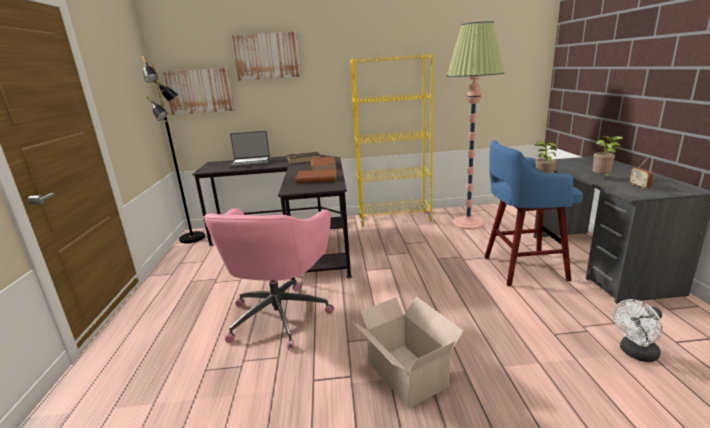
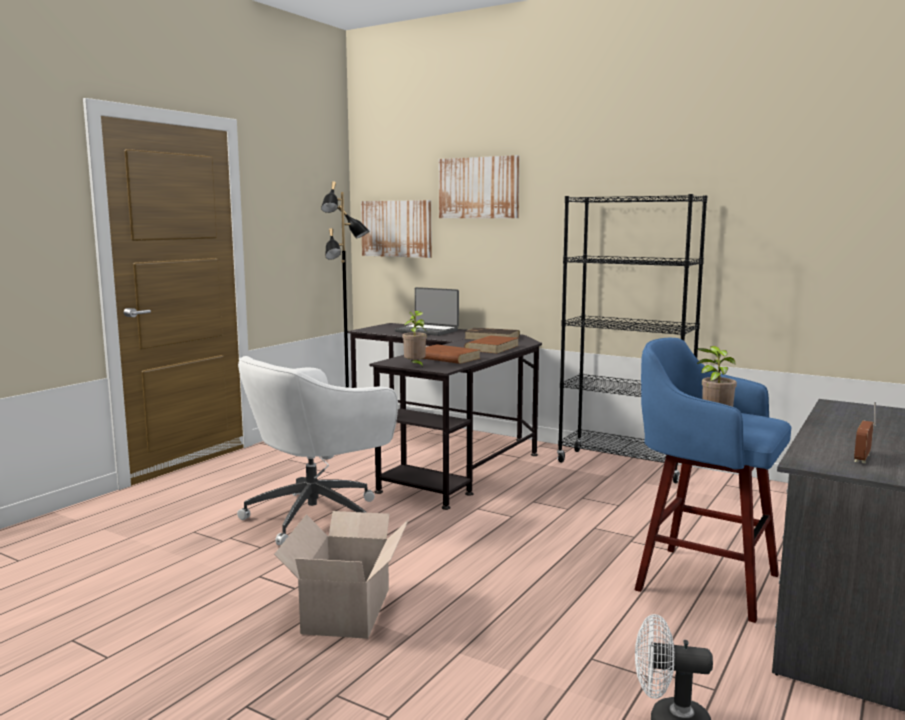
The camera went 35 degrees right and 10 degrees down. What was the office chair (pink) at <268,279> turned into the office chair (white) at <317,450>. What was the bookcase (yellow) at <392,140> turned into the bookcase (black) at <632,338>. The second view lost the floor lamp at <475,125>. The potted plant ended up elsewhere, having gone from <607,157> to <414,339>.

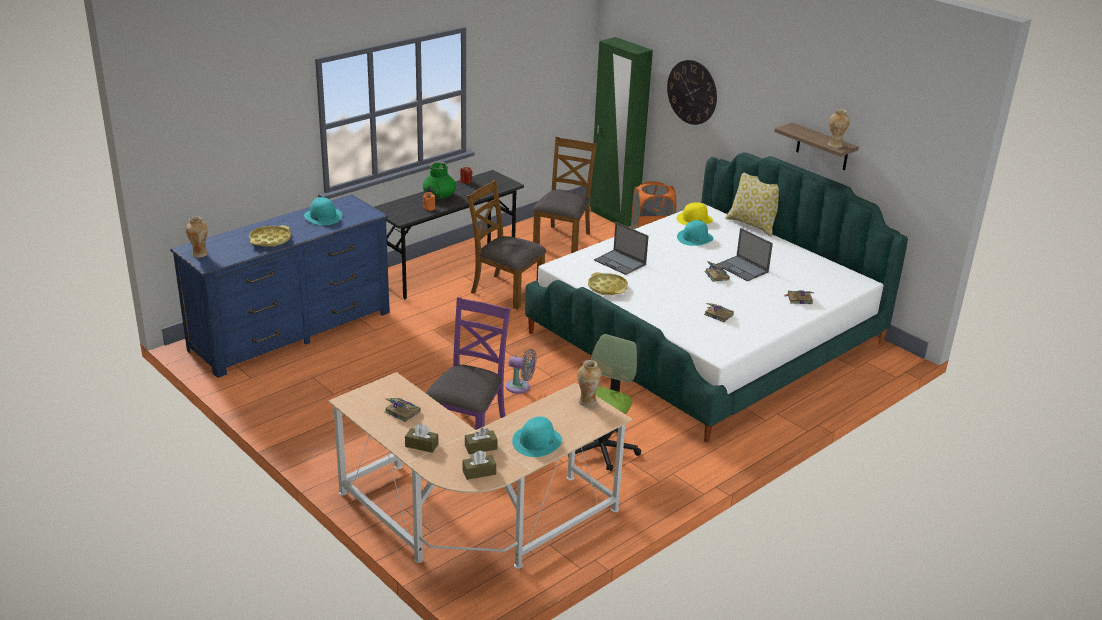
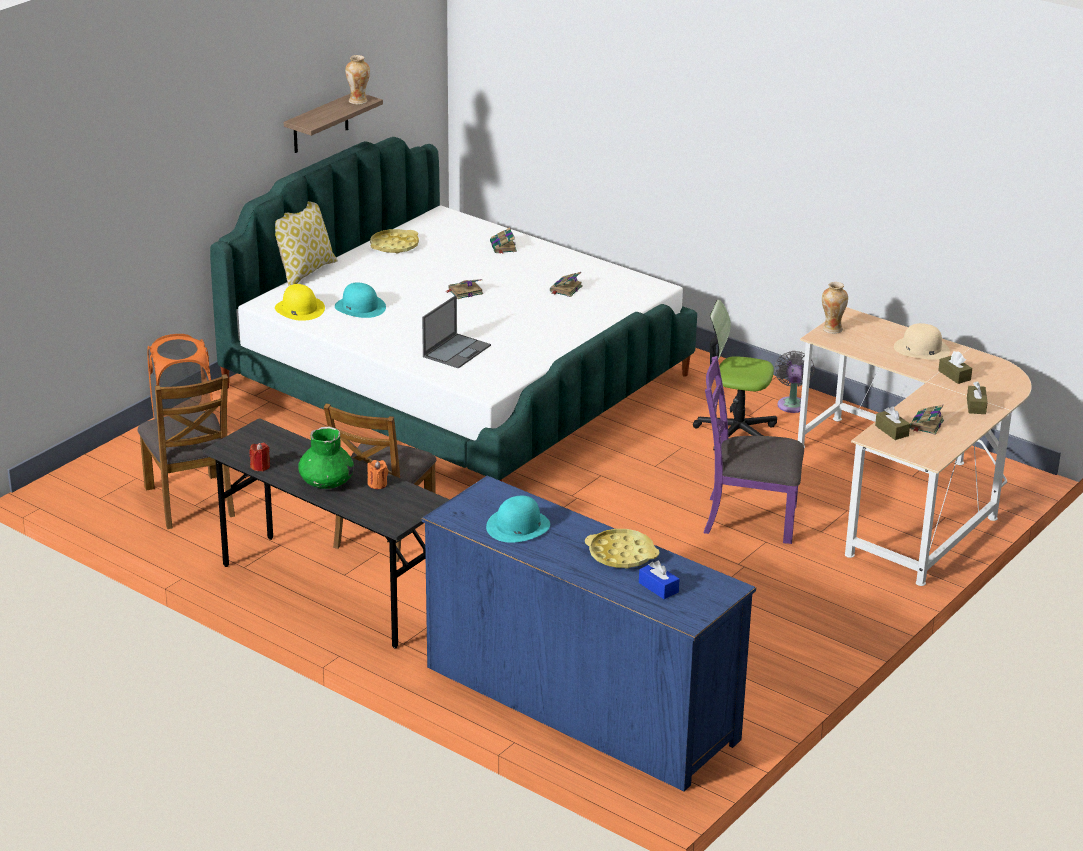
The camera went 100 degrees left and 0 degrees up. The second view lost the vase at <197,237>. The tissue box (brown) ended up elsewhere, having gone from <479,465> to <892,423>. The fan (grey) ended up elsewhere, having gone from <521,371> to <794,382>. What was the hat (turquoise) at <537,436> turned into the hat (beige) at <922,341>. The chair (brown) at <565,195> ended up facing another way, 120 degrees counterclockwise from before. The tray (yellow) ended up elsewhere, having gone from <608,283> to <394,241>. The second view lost the wardrobe (green) at <621,132>. The second view lost the wall clock at <692,92>. The second view lost the laptop at <745,254>. The second view gained the tissue box (blue) at <659,580>.

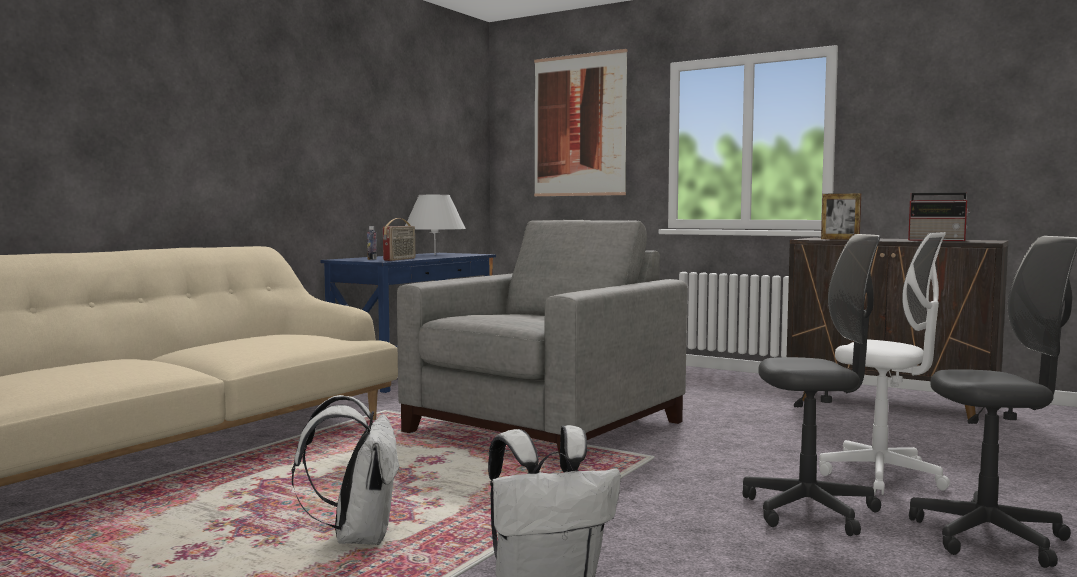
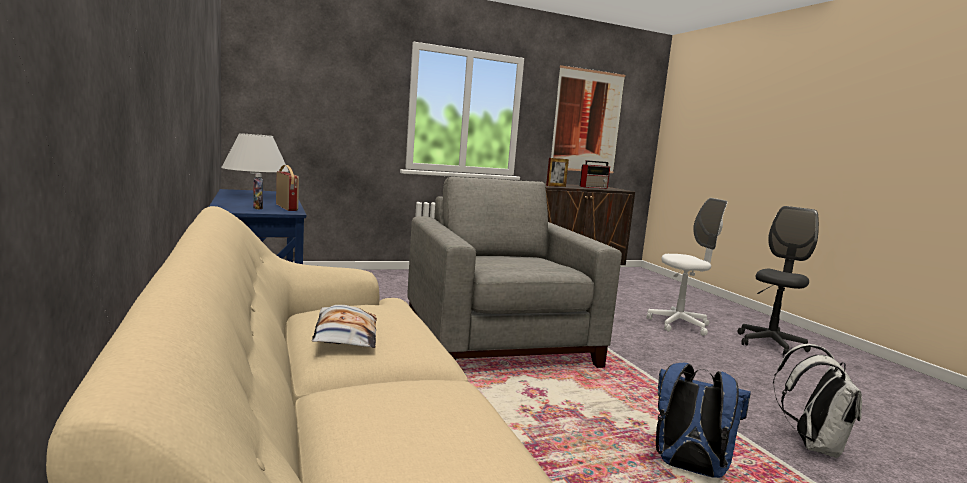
The camera went 55 degrees left and 5 degrees up. What was the backpack (white) at <346,470> turned into the backpack (blue) at <703,420>. The picture ended up elsewhere, having gone from <580,122> to <588,119>. The second view lost the office chair (grey) at <811,385>. The second view gained the pillow at <344,326>.

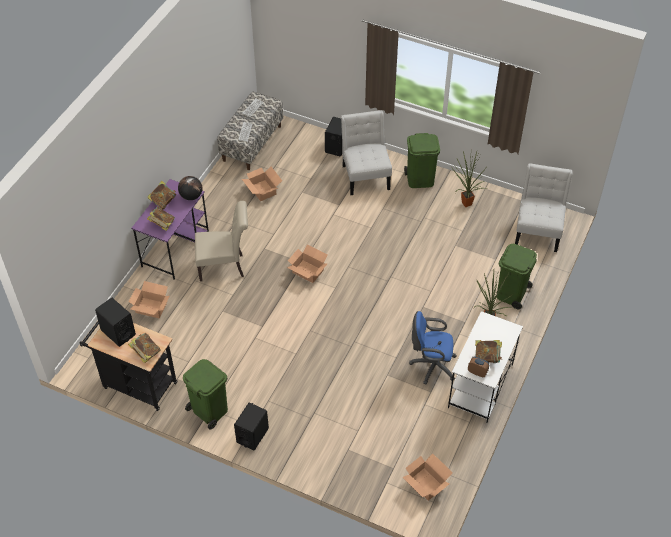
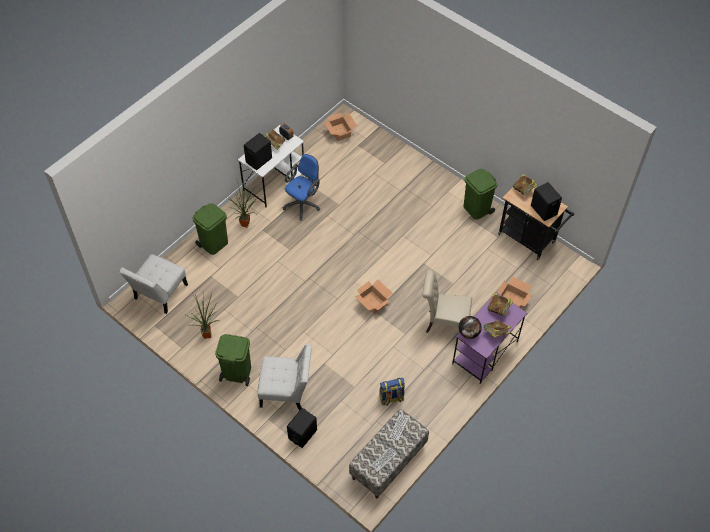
The camera went 165 degrees left and 5 degrees up. The speaker (black) ended up elsewhere, having gone from <251,426> to <258,151>. Where the cardboard box stood at <262,184>, the backpack came to stand at <392,392>. The chair (white) at <366,152> ended up facing another way, 90 degrees counterclockwise from before. The office chair (blue) at <433,347> ended up facing another way, 75 degrees counterclockwise from before.

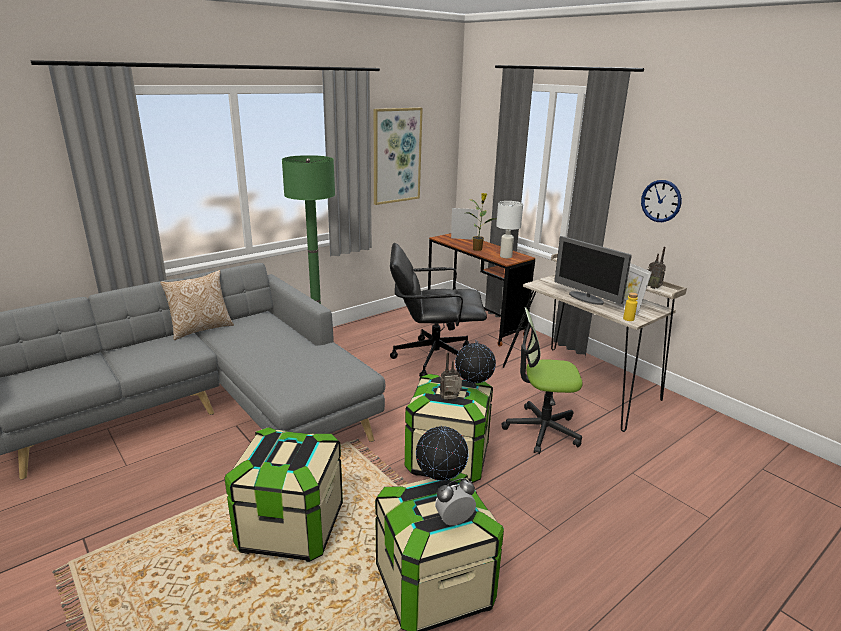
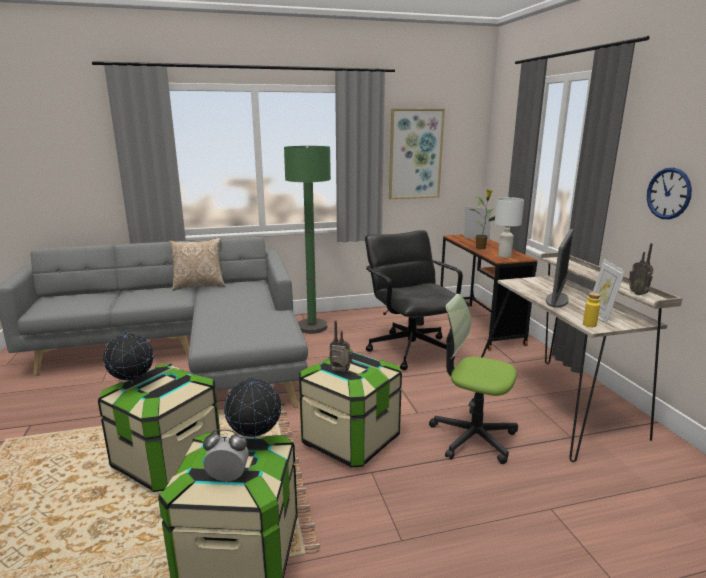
The camera went 25 degrees right and 5 degrees down. The office chair (black) at <438,310> ended up facing another way, 45 degrees clockwise from before. The globe ended up elsewhere, having gone from <475,363> to <128,357>. The monitor at <593,270> ended up facing another way, 135 degrees counterclockwise from before.

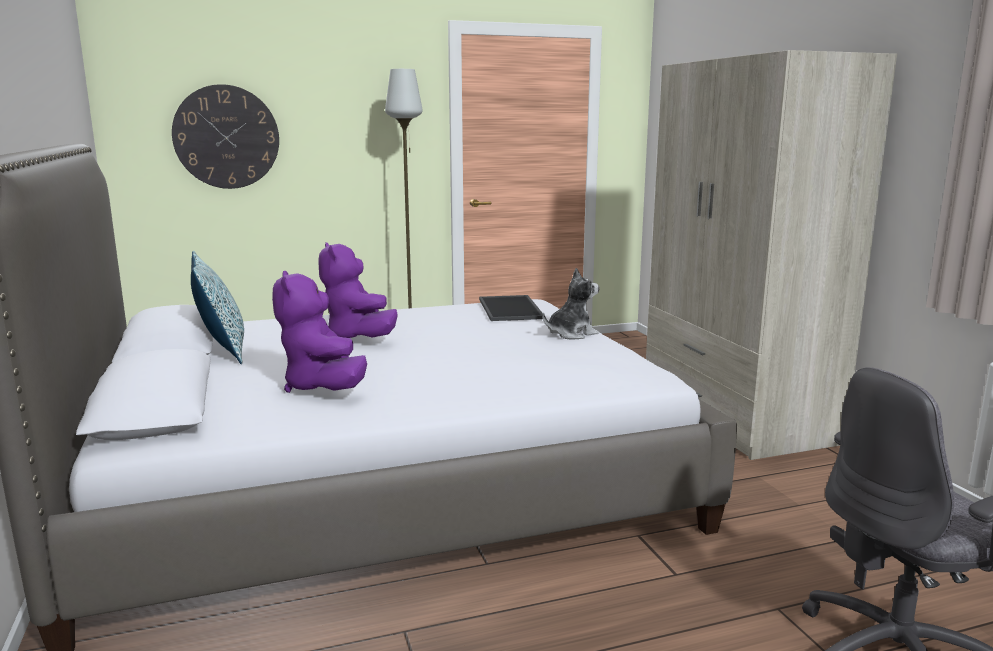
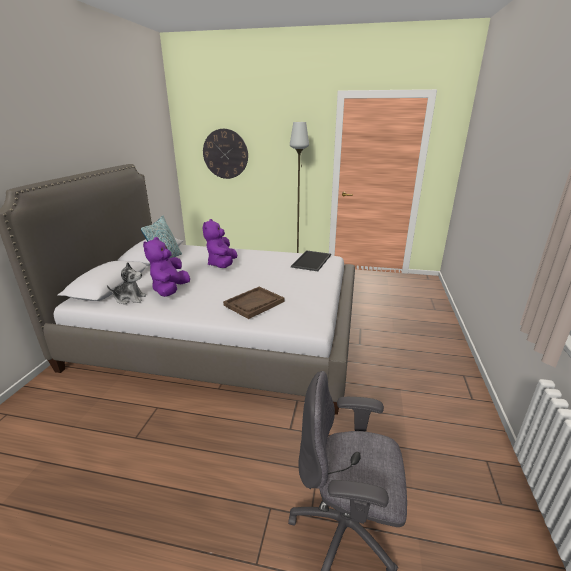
The camera went 30 degrees right and 10 degrees up. The plush toy ended up elsewhere, having gone from <571,304> to <126,283>. The second view lost the wardrobe (beige) at <771,255>. The second view gained the tray (brown) at <253,303>.

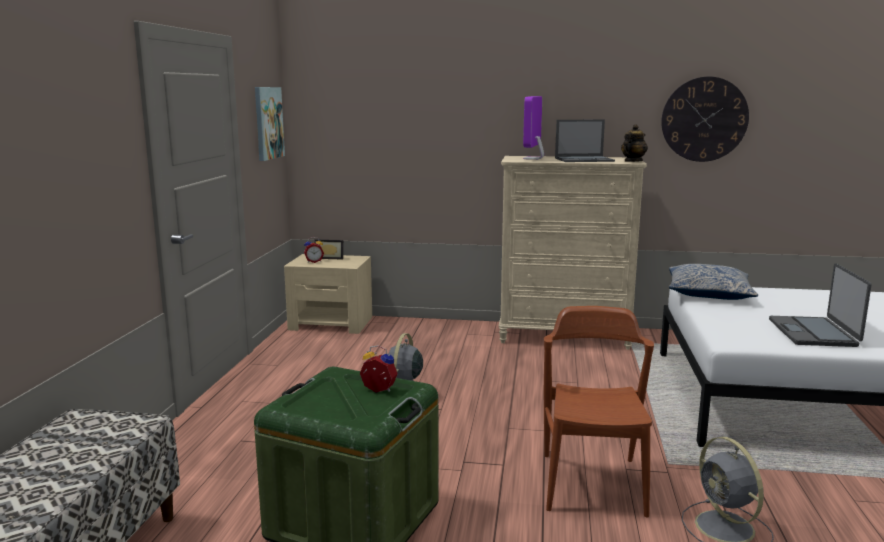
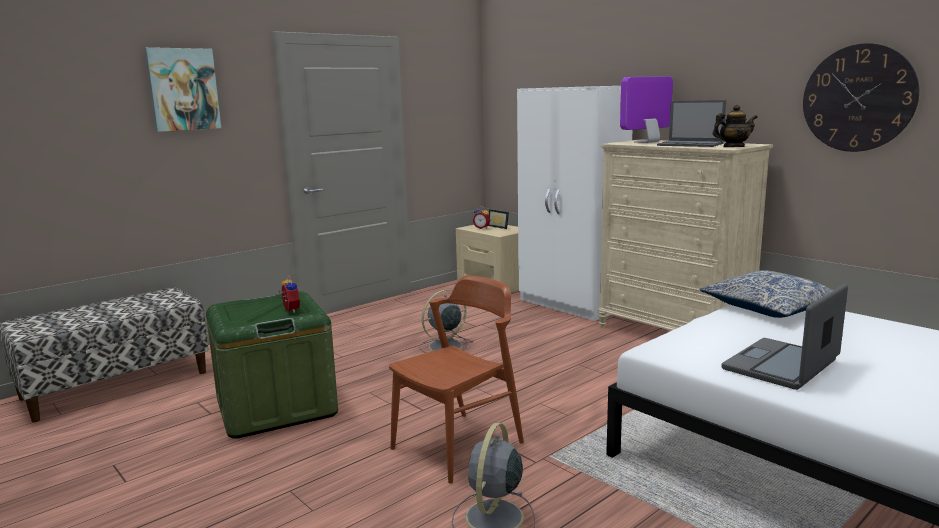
The camera went 40 degrees right and 0 degrees up. The picture ended up elsewhere, having gone from <270,124> to <183,89>. The second view gained the wardrobe (white) at <574,203>.

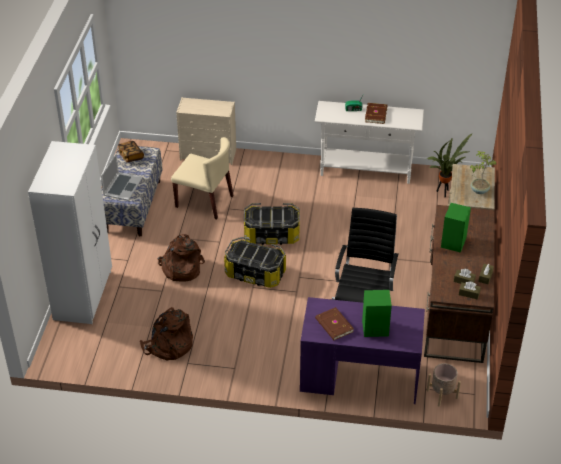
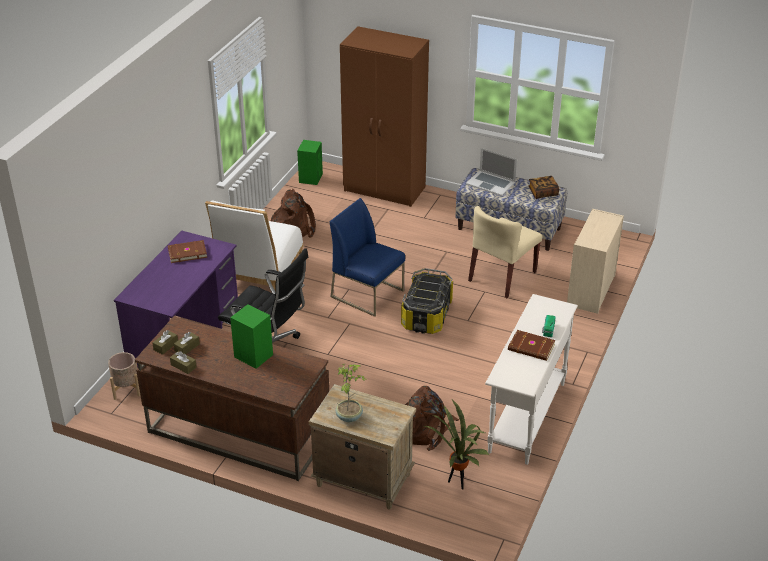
The camera went 105 degrees right and 5 degrees down. What was the wardrobe (white) at <70,232> turned into the wardrobe (brown) at <384,116>. The backpack (brown) ended up elsewhere, having gone from <181,257> to <432,418>. Where the storage box stood at <255,262>, the chair (blue) came to stand at <367,257>. The speaker (green) ended up elsewhere, having gone from <377,313> to <310,162>. The second view gained the chair (white) at <254,245>.

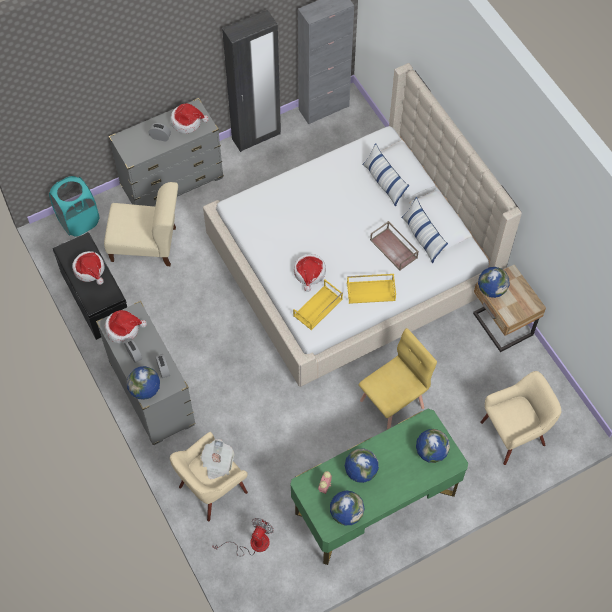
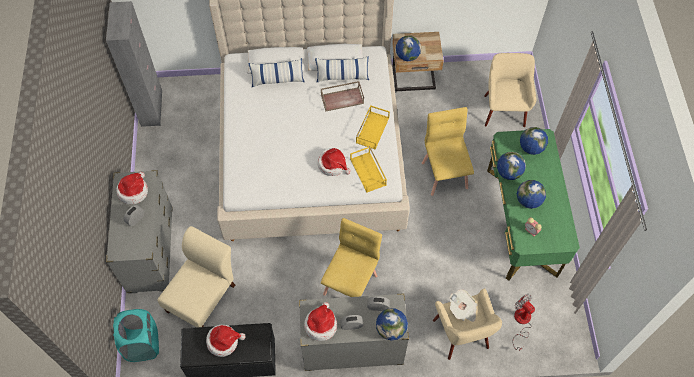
The camera went 65 degrees left and 0 degrees up. The second view lost the wardrobe (black) at <251,81>. The globe ended up elsewhere, having gone from <347,508> to <511,166>. The second view gained the chair (yellow) at <351,257>.

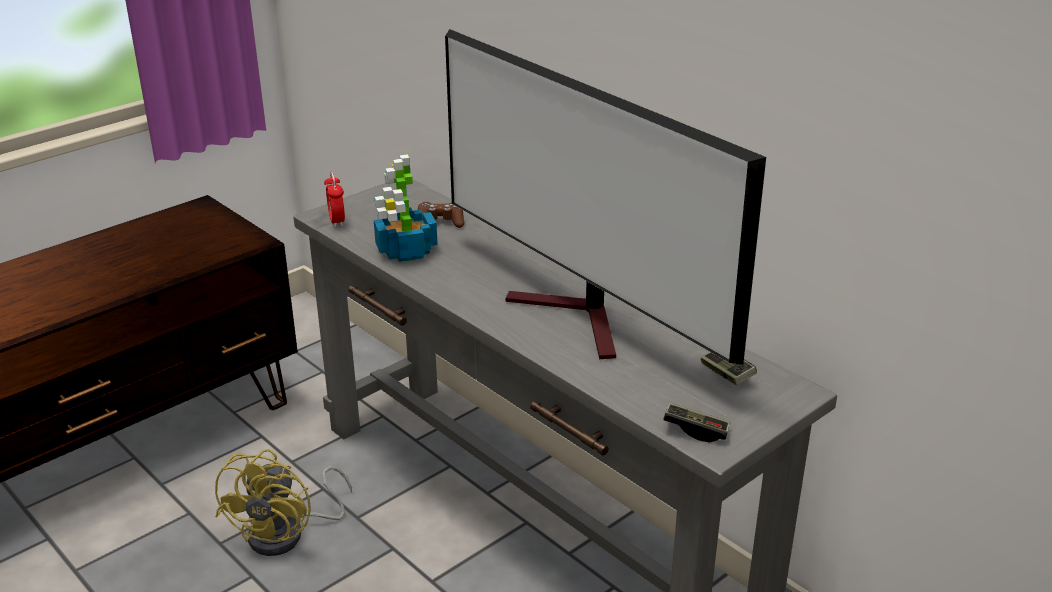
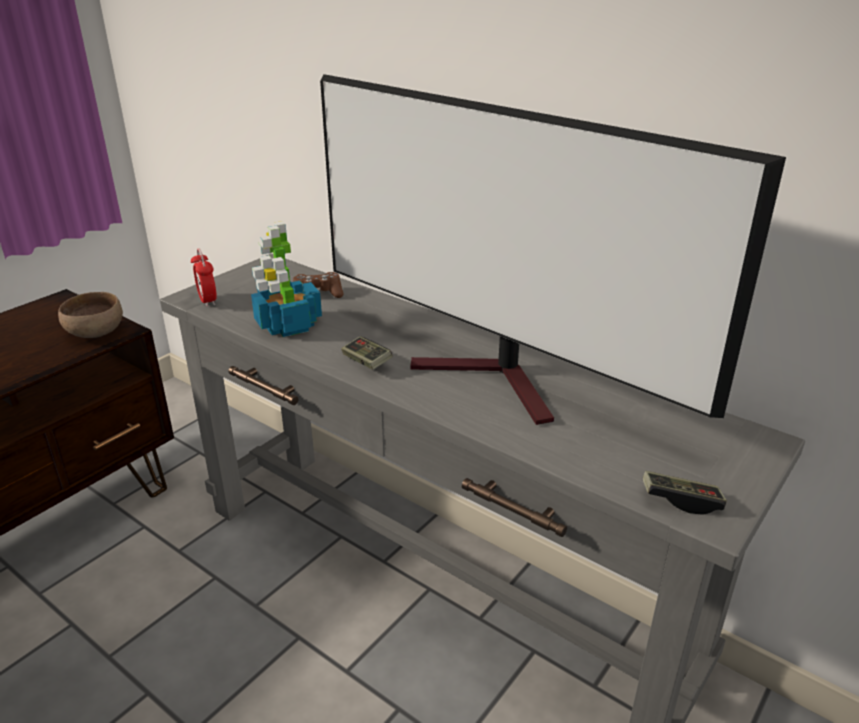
The camera went 10 degrees left and 0 degrees up. The second view lost the fan (yellow) at <283,502>. The game controller ended up elsewhere, having gone from <729,368> to <366,353>. The second view gained the bowl (brown) at <90,315>.

